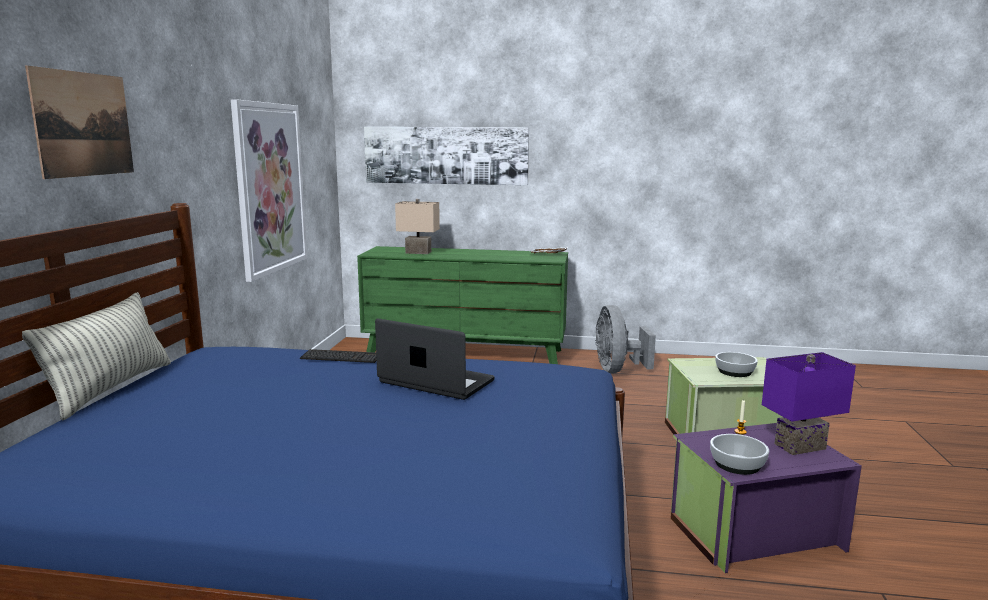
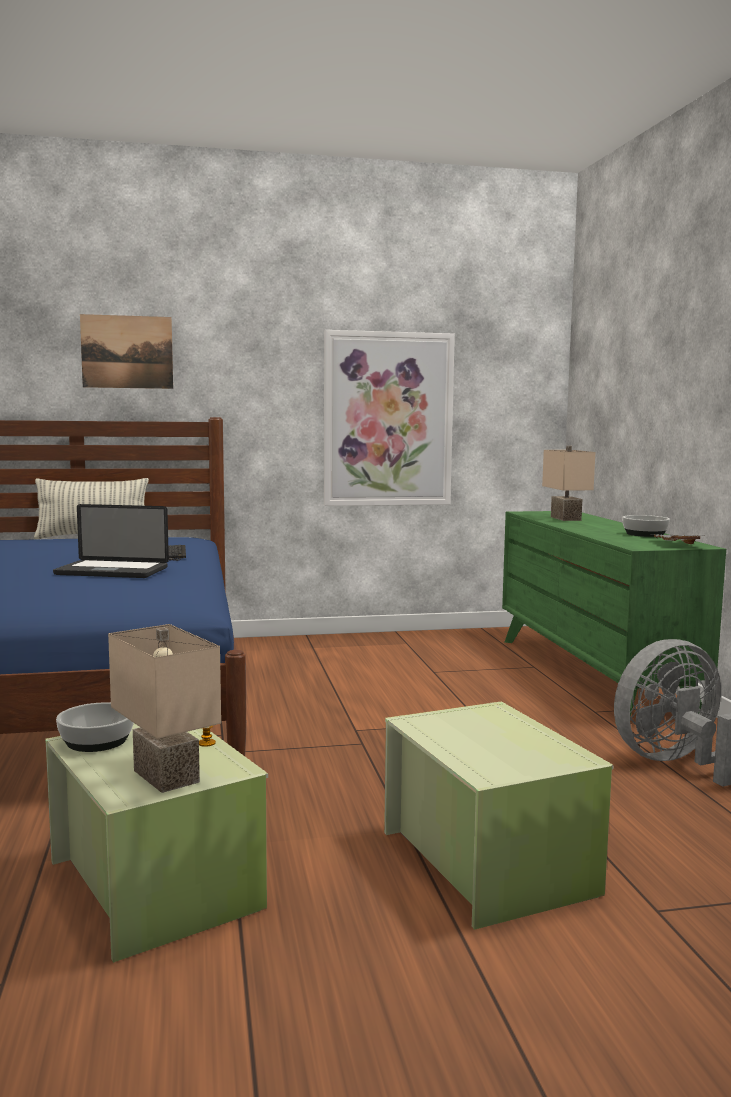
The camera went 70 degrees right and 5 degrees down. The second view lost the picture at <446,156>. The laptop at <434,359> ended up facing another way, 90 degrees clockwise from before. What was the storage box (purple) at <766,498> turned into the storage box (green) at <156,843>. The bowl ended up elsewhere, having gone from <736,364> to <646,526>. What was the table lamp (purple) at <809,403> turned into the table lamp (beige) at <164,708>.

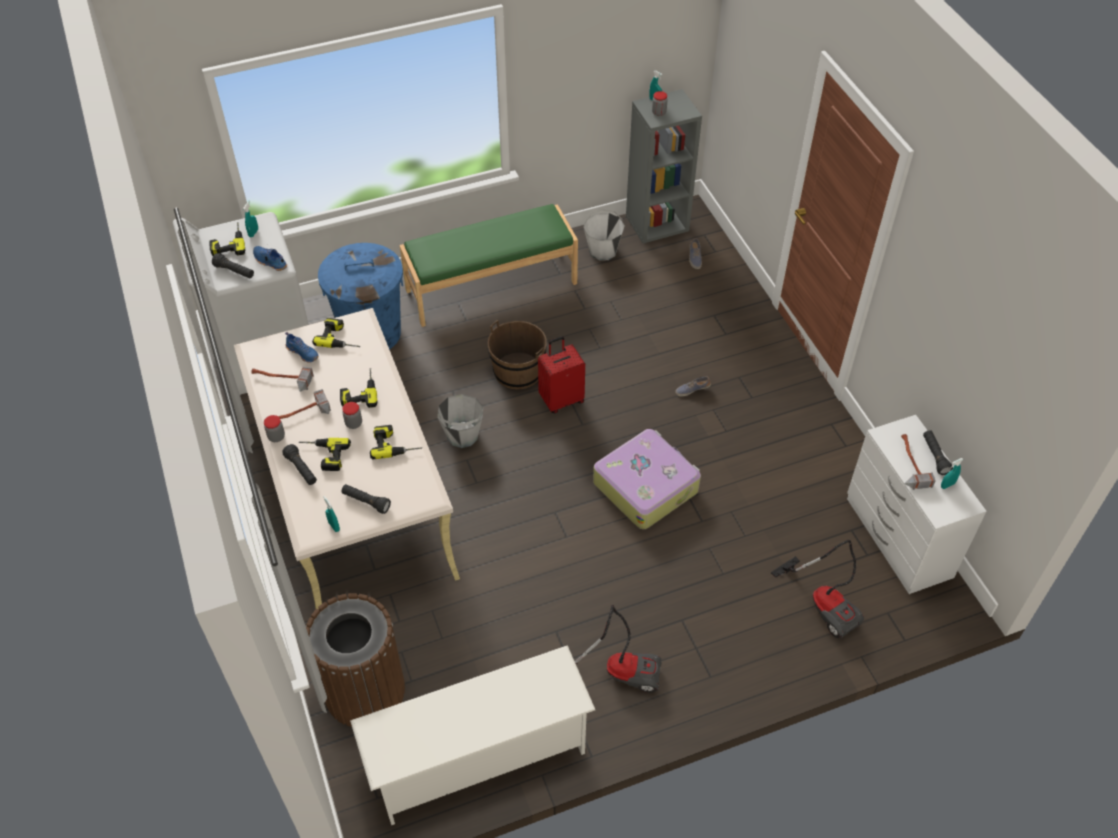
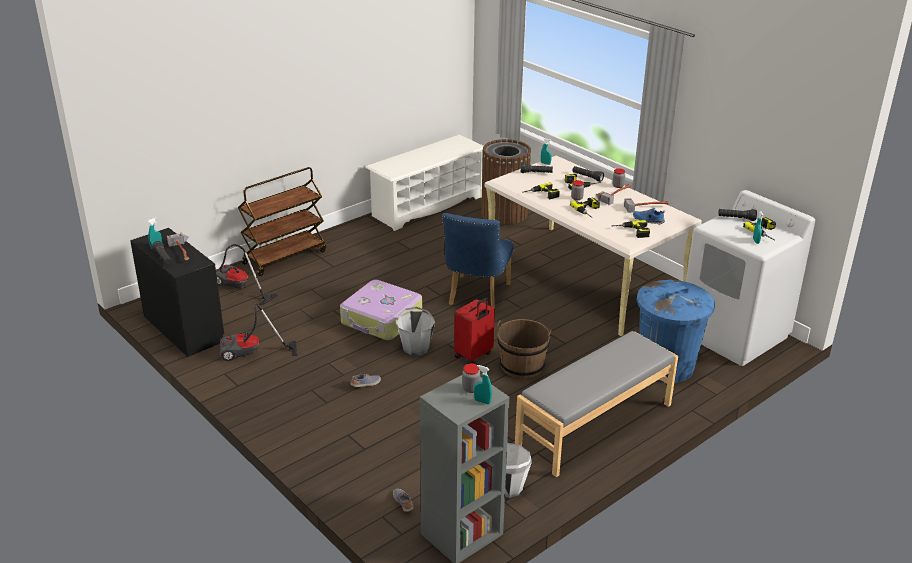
The camera went 160 degrees right and 20 degrees down. The second view lost the shoe (blue) at <270,258>. What was the bench (green) at <489,265> turned into the bench (grey) at <596,404>. The bucket (grey) ended up elsewhere, having gone from <460,421> to <415,331>. The vacuum cleaner ended up elsewhere, having gone from <618,649> to <258,332>. What was the dresser (white) at <917,504> turned into the dresser (black) at <177,292>. The second view gained the cart (brown) at <282,221>. The second view gained the chair (blue) at <478,260>.

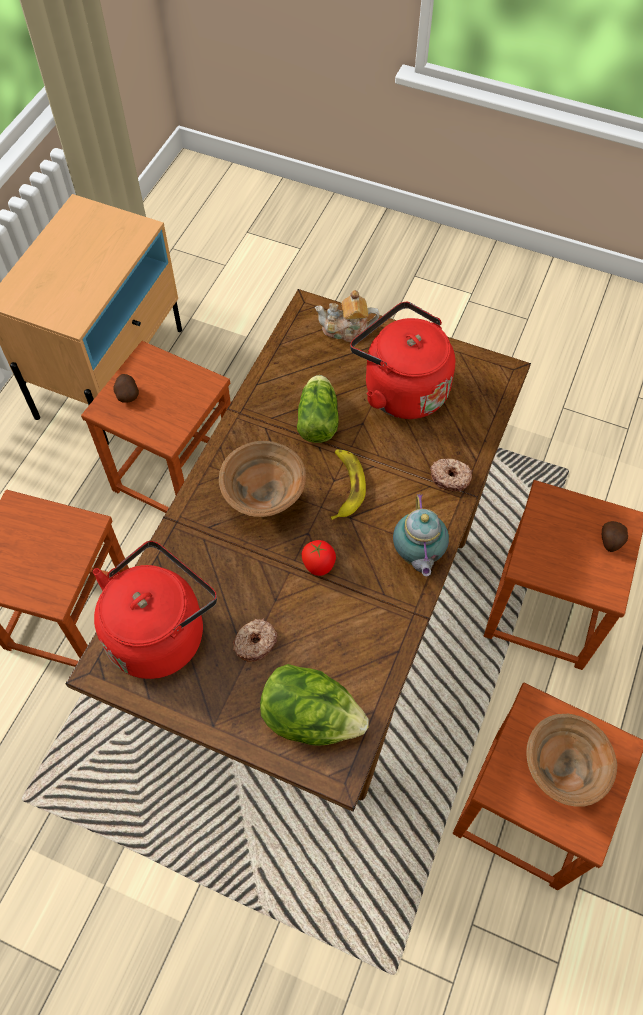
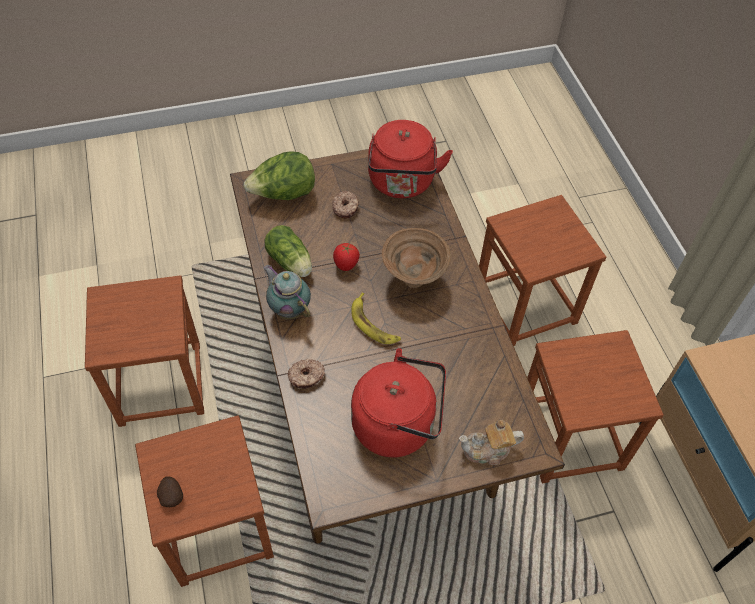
The camera went 140 degrees right and 5 degrees down. The second view lost the potato at <126,388>. The lettuce ended up elsewhere, having gone from <318,409> to <288,251>. The teapot at <347,316> ended up facing another way, 150 degrees counterclockwise from before. The second view lost the bowl (brown) at <571,760>.

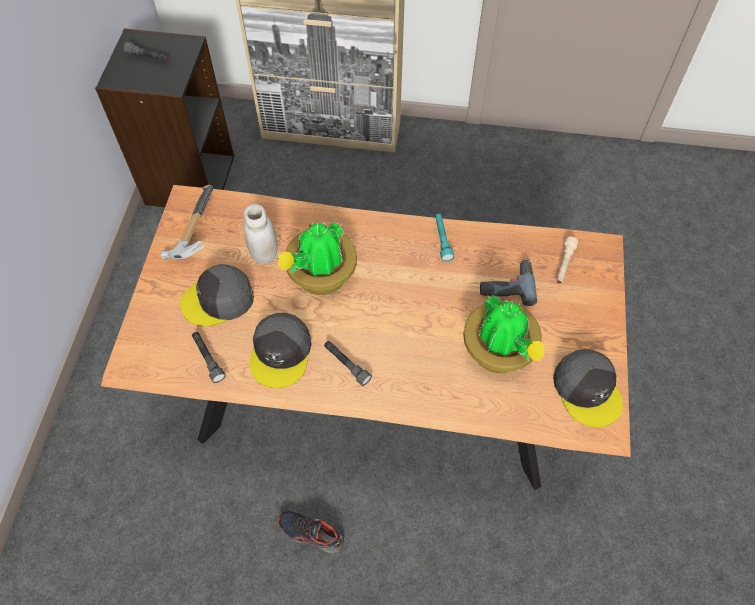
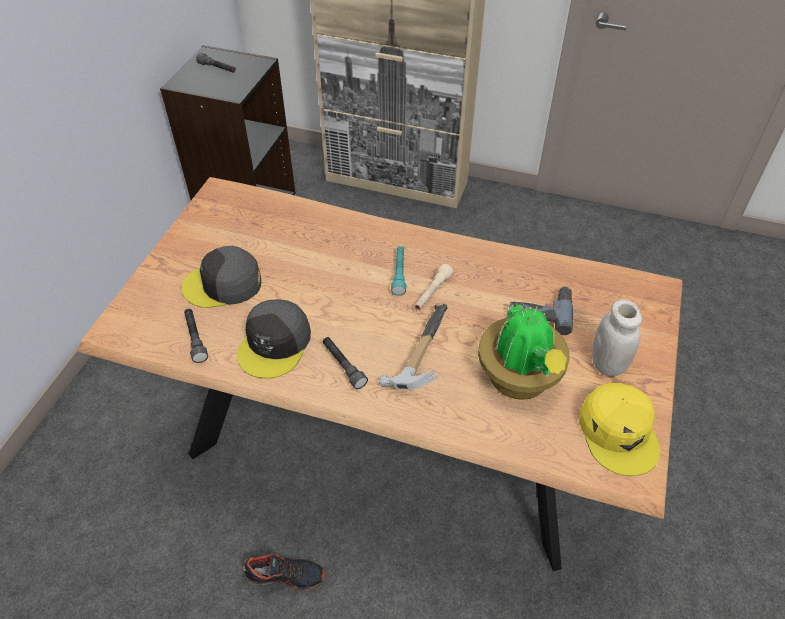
The camera went 10 degrees right and 10 degrees down. The hammer ended up elsewhere, having gone from <186,222> to <413,346>. The jar (white) ended up elsewhere, having gone from <261,234> to <617,337>. The second view lost the potted plant at <317,258>. The shoe at <311,532> ended up facing another way, 150 degrees clockwise from before. The flashlight (turquoise) ended up elsewhere, having gone from <444,238> to <399,271>. What was the cap (grey) at <588,388> turned into the cap (yellow) at <619,429>. The flashlight (beige) ended up elsewhere, having gone from <567,260> to <433,287>.

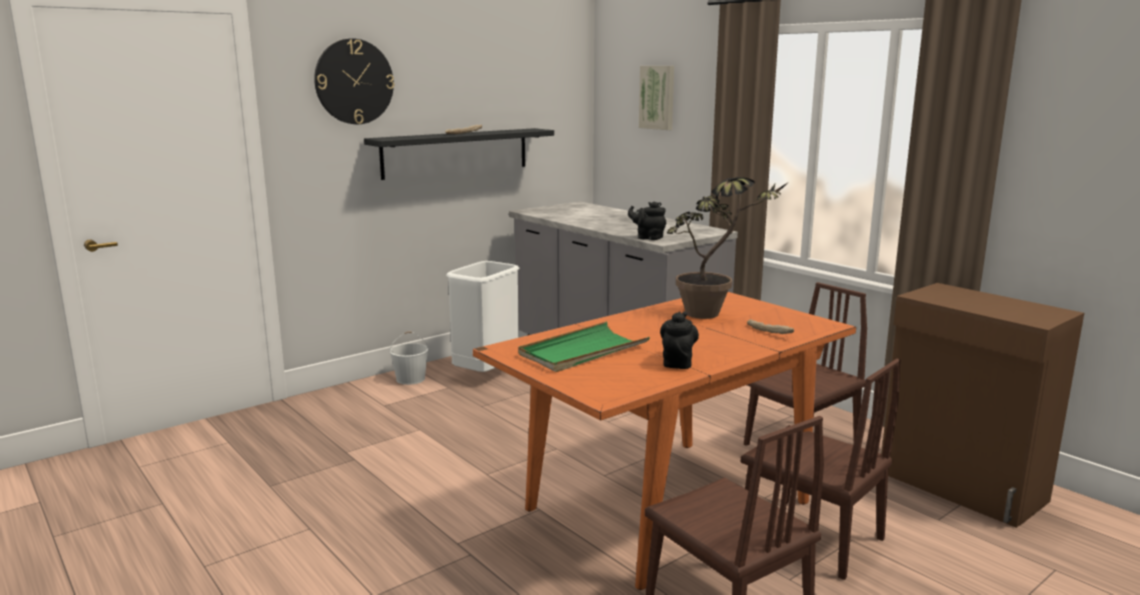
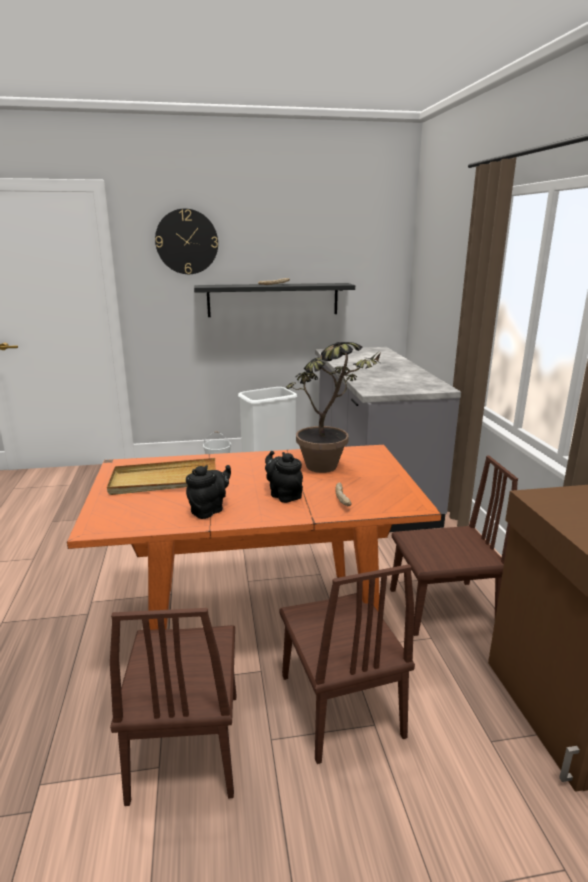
The camera went 30 degrees right and 5 degrees up. What was the tray (green) at <584,346> turned into the tray (beige) at <161,476>. The teapot (black) ended up elsewhere, having gone from <647,220> to <284,477>. The second view lost the picture at <656,98>.

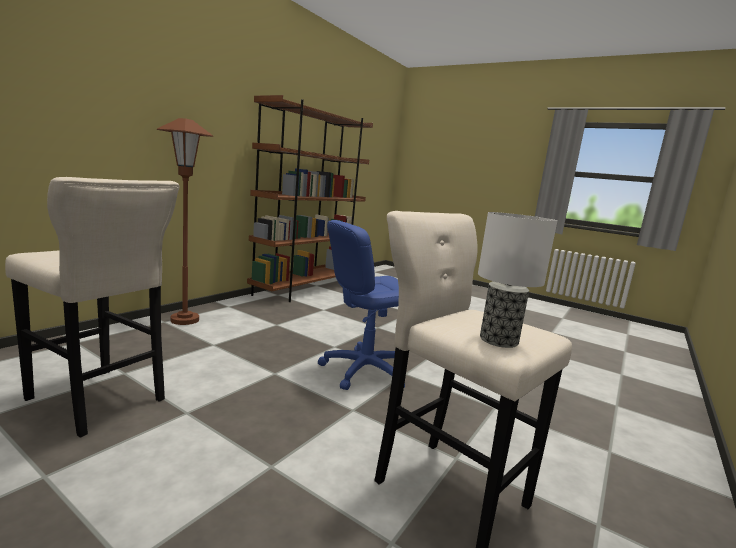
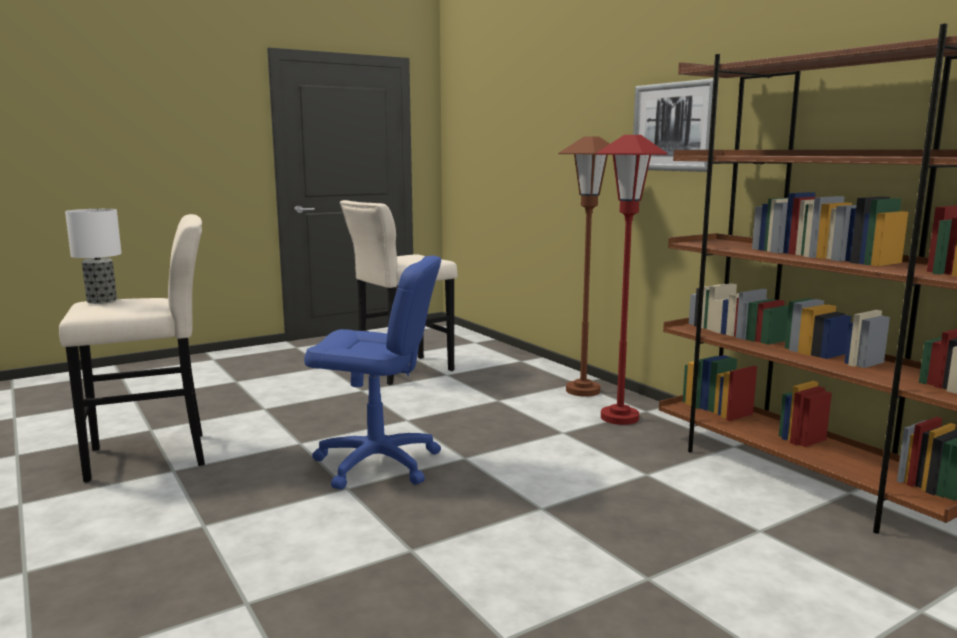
The camera went 115 degrees right and 0 degrees up. The office chair (blue) at <361,305> ended up facing another way, 105 degrees clockwise from before. The second view gained the floor lamp (red) at <631,280>. The second view gained the picture at <676,125>.

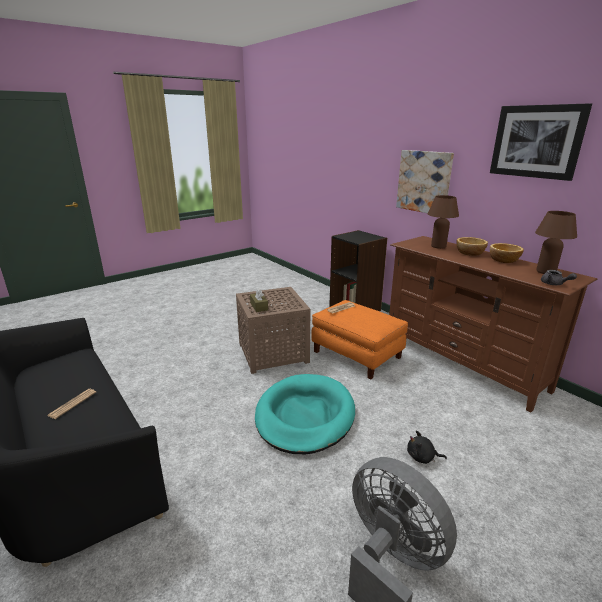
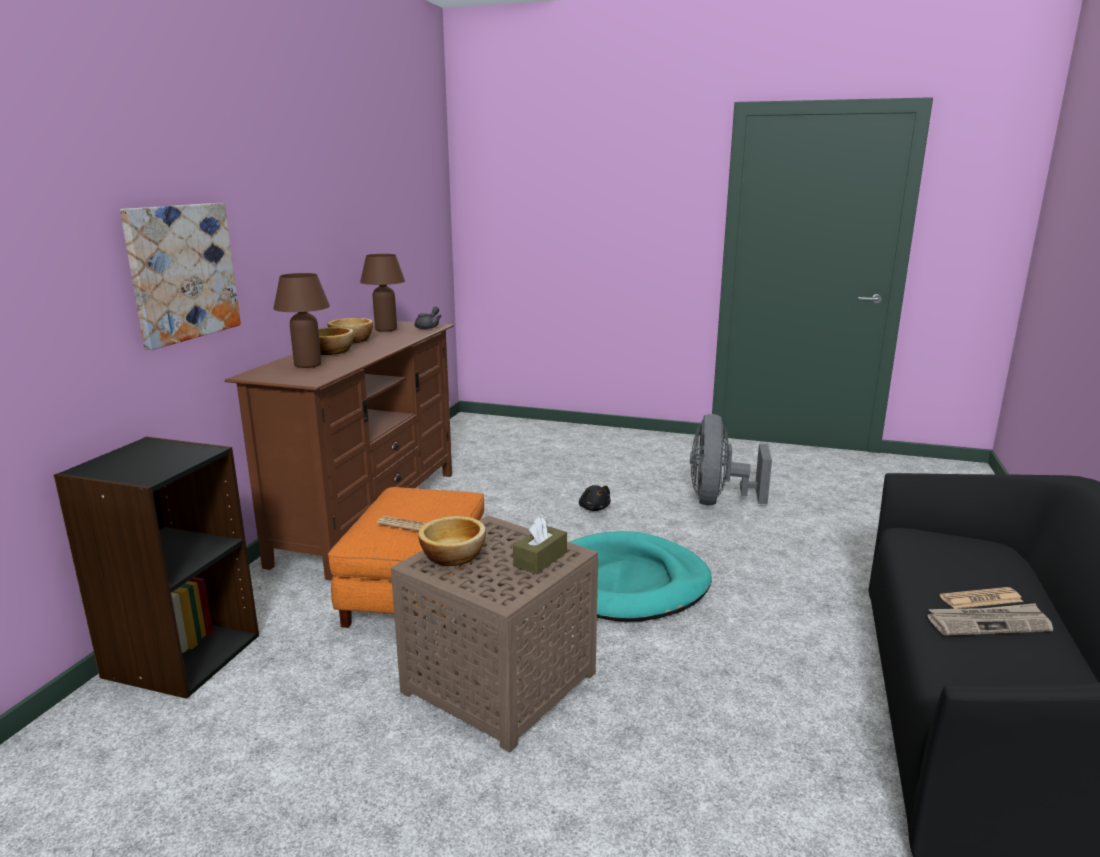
The camera went 125 degrees left and 5 degrees down. The second view lost the picture at <541,142>. The second view gained the bowl at <452,541>. The second view gained the newspaper at <990,619>.

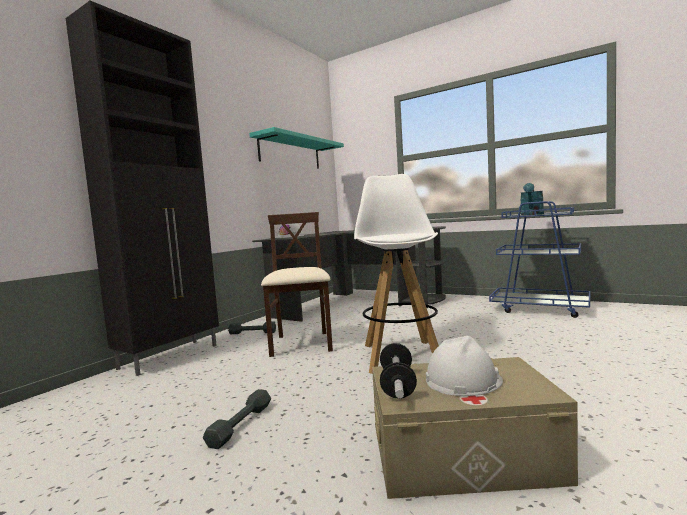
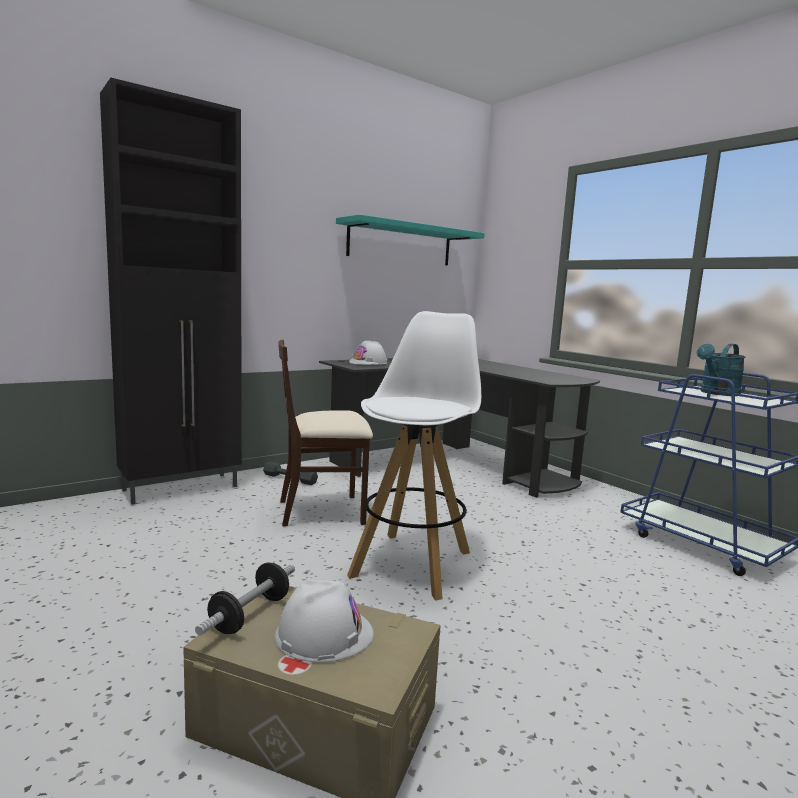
The camera went 20 degrees right and 5 degrees up. The second view lost the dumbbell (grey) at <237,419>. The chair (beige) at <297,284> ended up facing another way, 120 degrees counterclockwise from before.

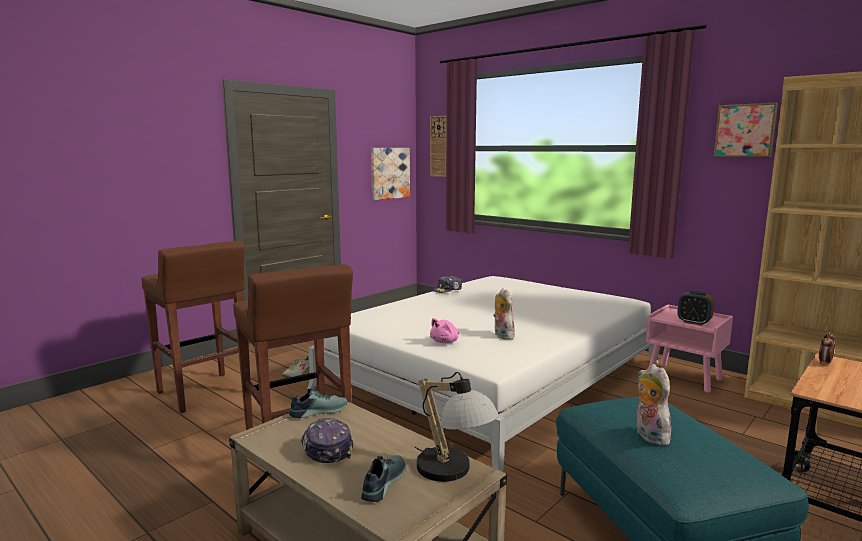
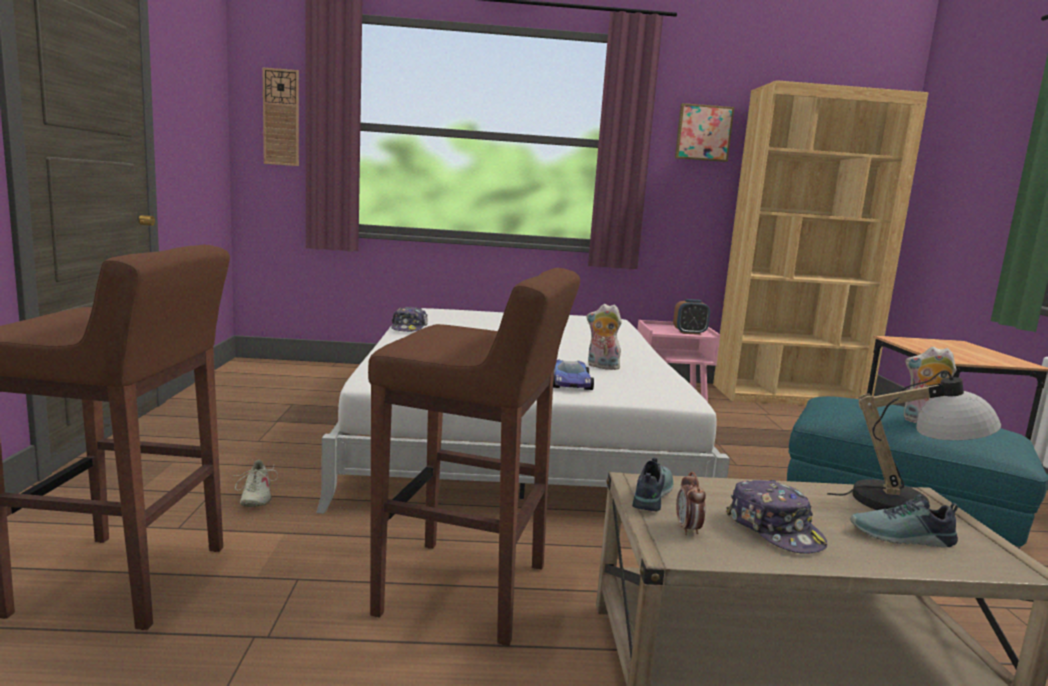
The camera went 45 degrees left and 0 degrees up. The cap at <327,440> ended up facing another way, 135 degrees counterclockwise from before. The shoe at <383,478> ended up facing another way, 60 degrees counterclockwise from before. The second view lost the picture at <390,174>. Where the plush toy (pink) stood at <445,330>, the toy car came to stand at <573,374>. The alarm clock ended up elsewhere, having gone from <827,348> to <691,503>.

